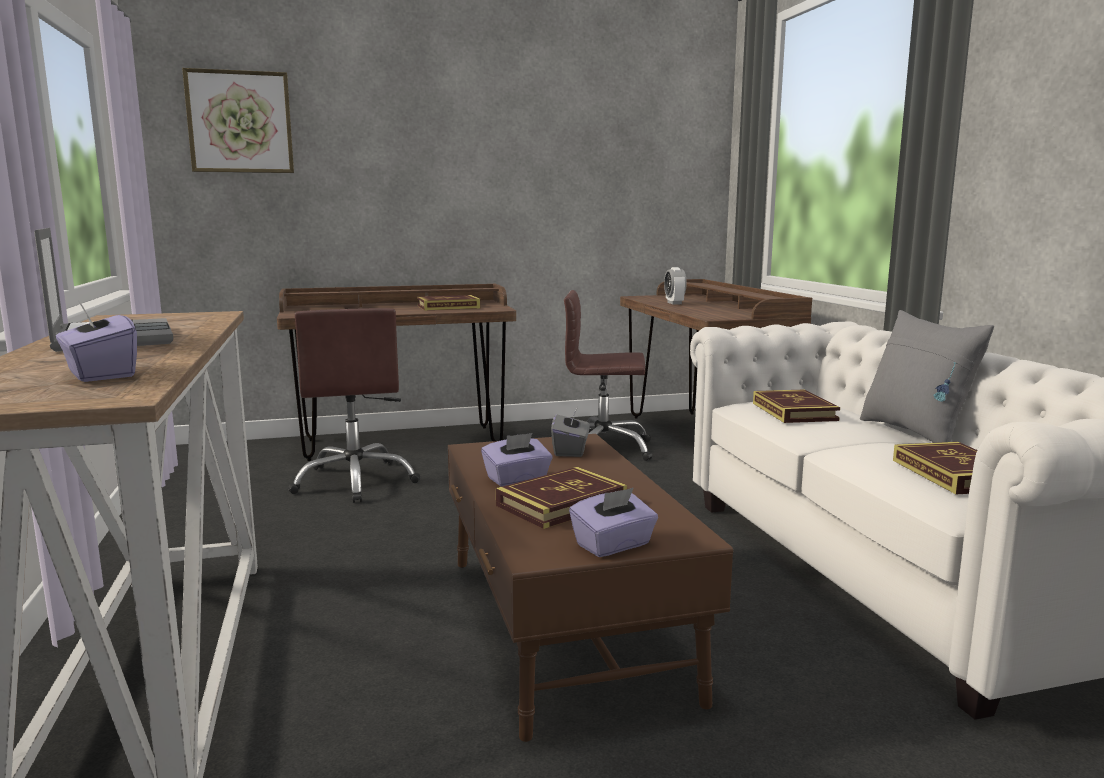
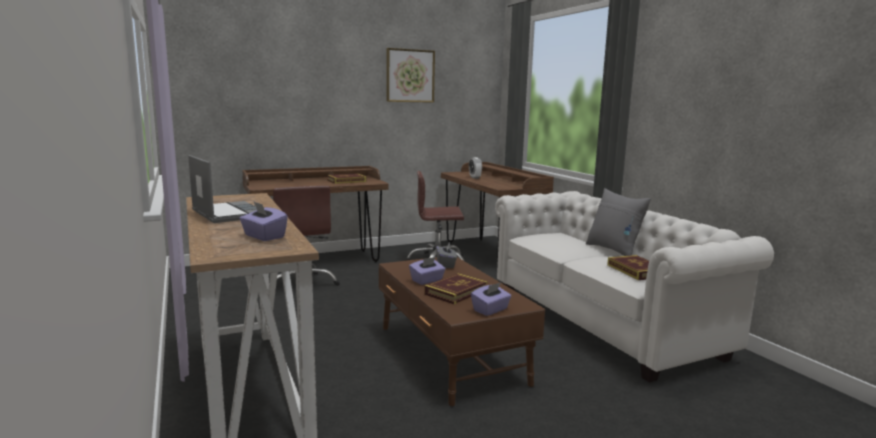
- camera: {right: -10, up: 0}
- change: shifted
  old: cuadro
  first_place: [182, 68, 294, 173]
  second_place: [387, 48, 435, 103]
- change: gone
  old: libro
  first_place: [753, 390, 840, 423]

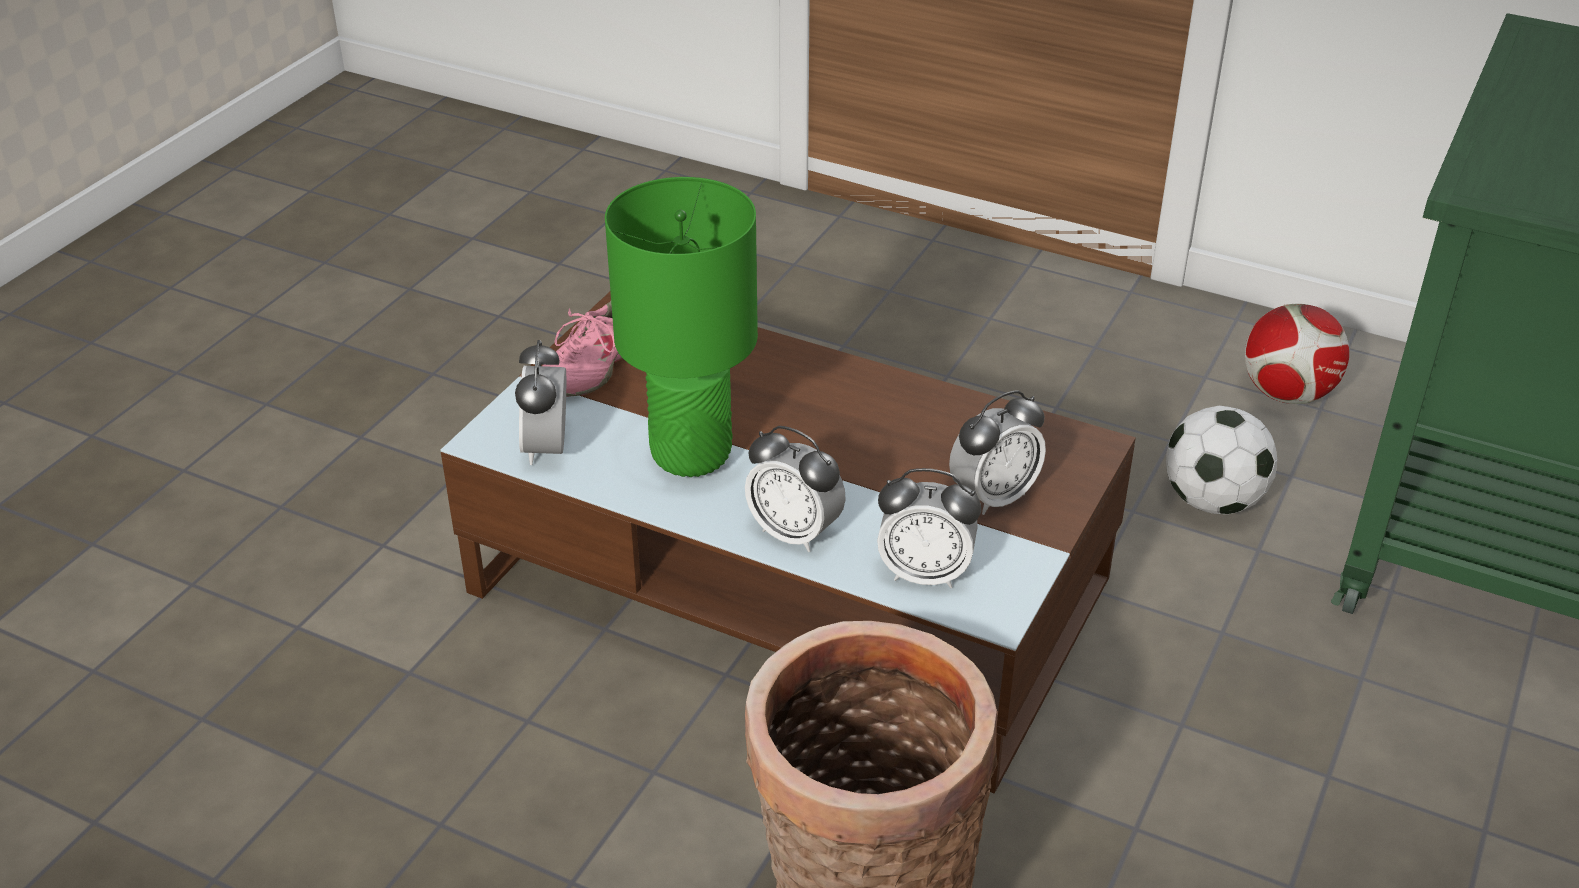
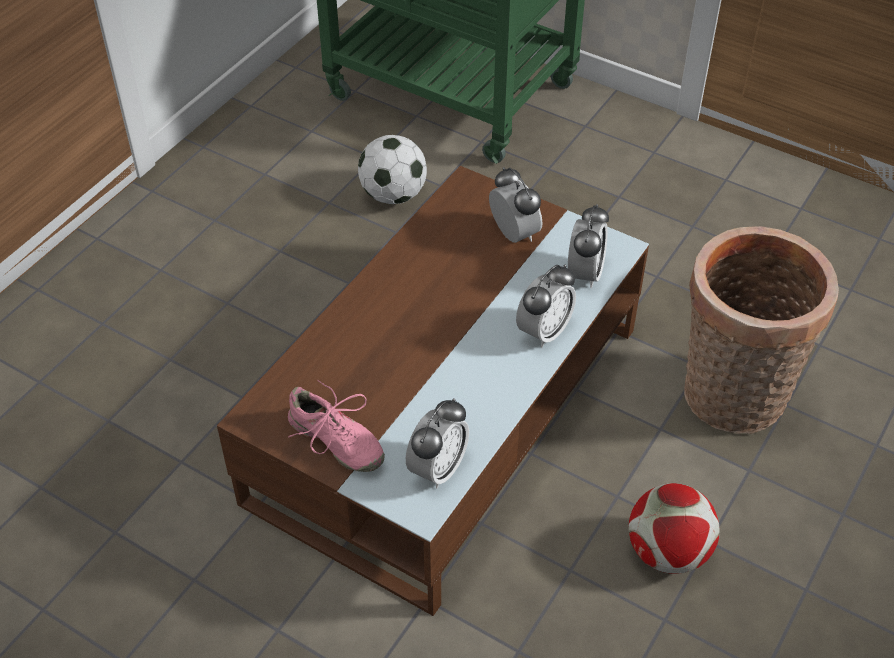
- camera: {right: -85, up: 10}
- change: rotated
  old: despertador
  first_place: [515, 340, 566, 465]
  second_place: [406, 398, 469, 488]
  degrees: -60
- change: shifted
  old: balón de fútbol
  first_place: [1245, 304, 1349, 404]
  second_place: [629, 483, 720, 574]
- change: gone
  old: lámpara de mesa [verde]
  first_place: [605, 177, 758, 477]

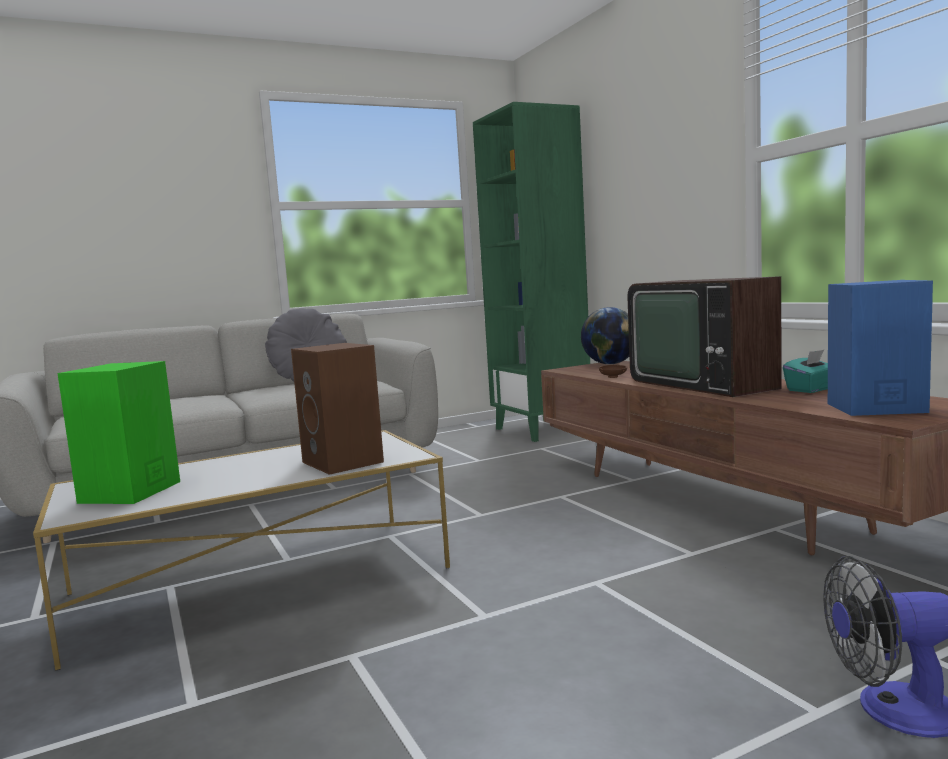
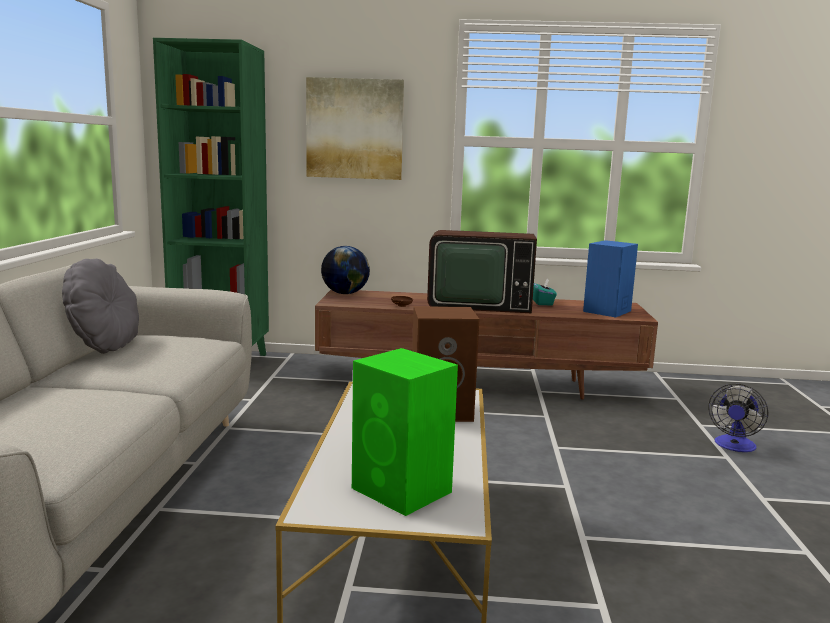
- camera: {right: -60, up: 5}
- change: new
  new: cuadro
  second_place: [306, 77, 404, 180]

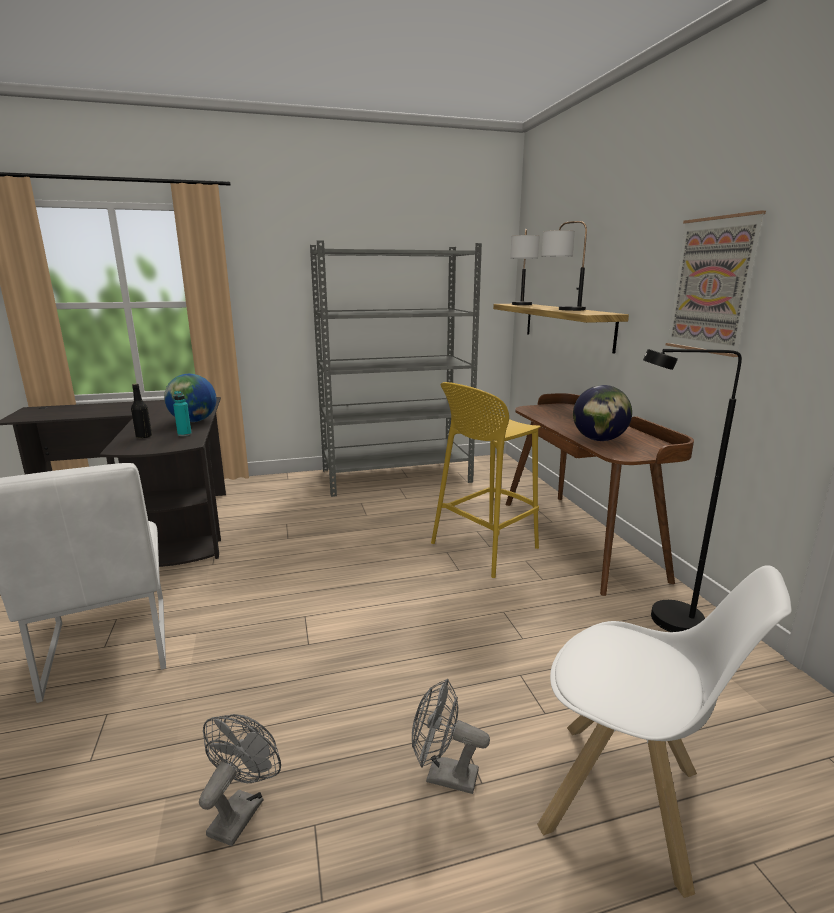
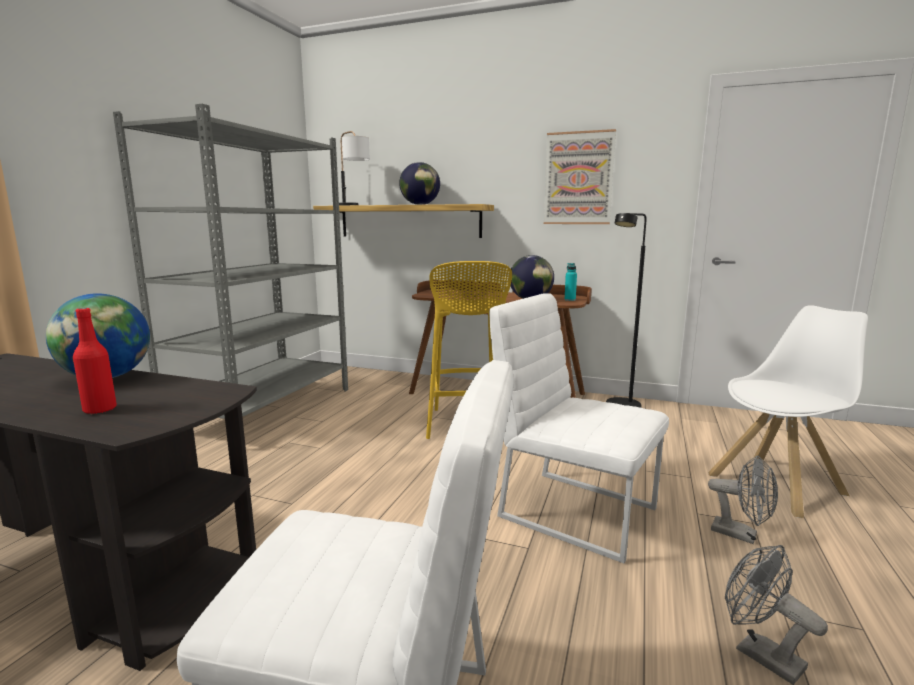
- camera: {right: -55, up: -5}
- change: repainted
  old: botella [negro]
  new: botella [rojo]
  first_place: [131, 383, 152, 438]
  second_place: [73, 308, 117, 414]
- change: swapped
  old: lámpara de mesa
  new: globo terráqueo
  first_place: [541, 221, 587, 311]
  second_place: [399, 162, 440, 205]
- change: new
  new: silla [blanco]
  second_place: [489, 293, 669, 563]
- change: shifted
  old: botella [turquesa]
  first_place: [173, 391, 192, 436]
  second_place: [564, 263, 577, 301]
- change: rotated
  old: ventilador [gris]
  first_place: [412, 679, 490, 794]
  second_place: [708, 456, 778, 544]
  degrees: -105

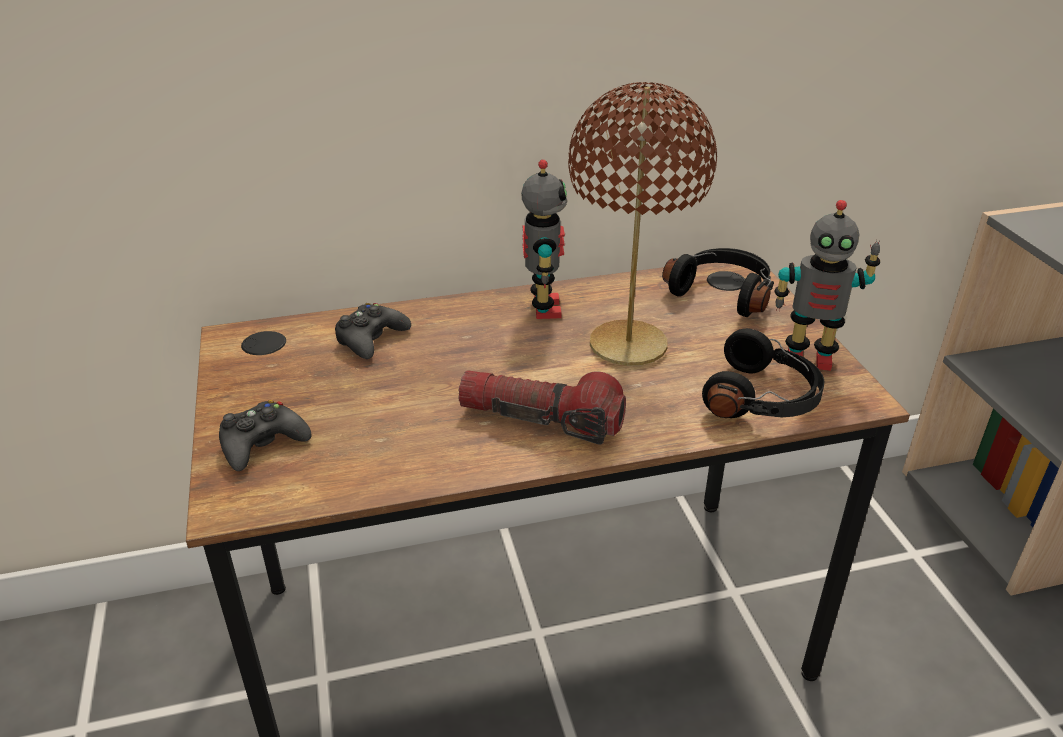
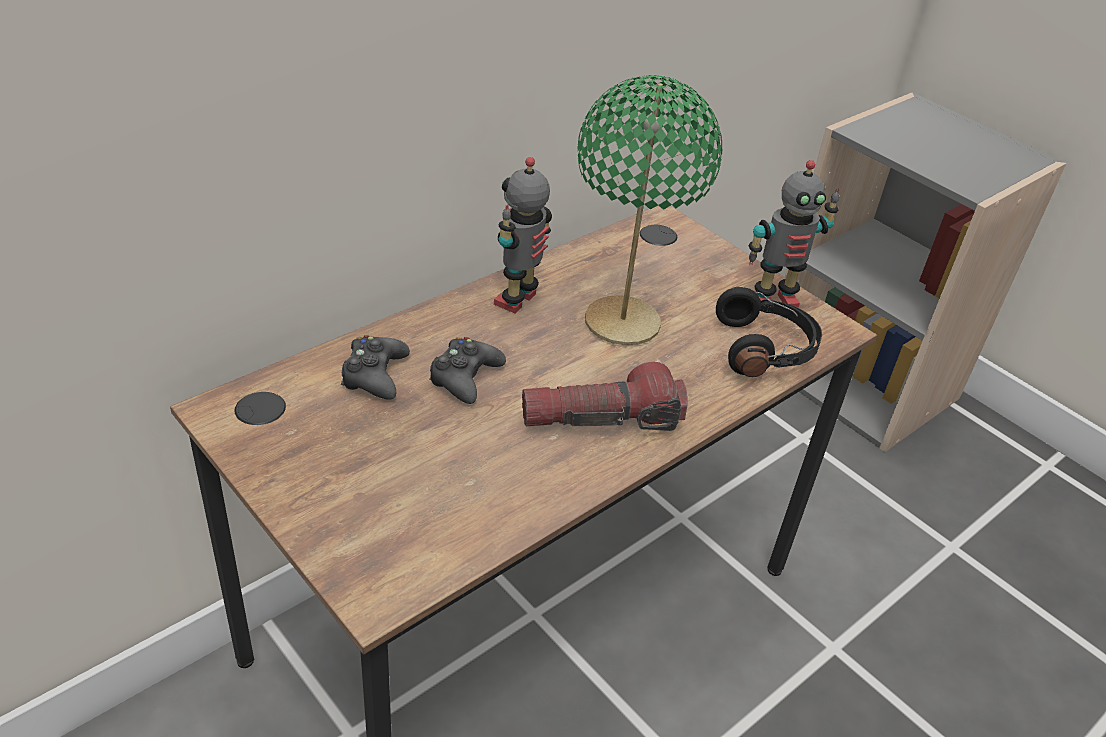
- camera: {right: -30, up: 5}
- change: shifted
  old: mando de consola [negro]
  first_place: [219, 400, 312, 471]
  second_place: [429, 337, 506, 404]
- change: rotated
  old: robot de juguete
  first_place: [521, 160, 567, 319]
  second_place: [494, 157, 552, 313]
  degrees: -120
- change: repainted
  old: lámpara de mesa [marrón]
  new: lámpara de mesa [verde]
  first_place: [568, 82, 717, 366]
  second_place: [578, 75, 722, 345]
- change: gone
  old: auriculares [negro]
  first_place: [662, 248, 774, 317]

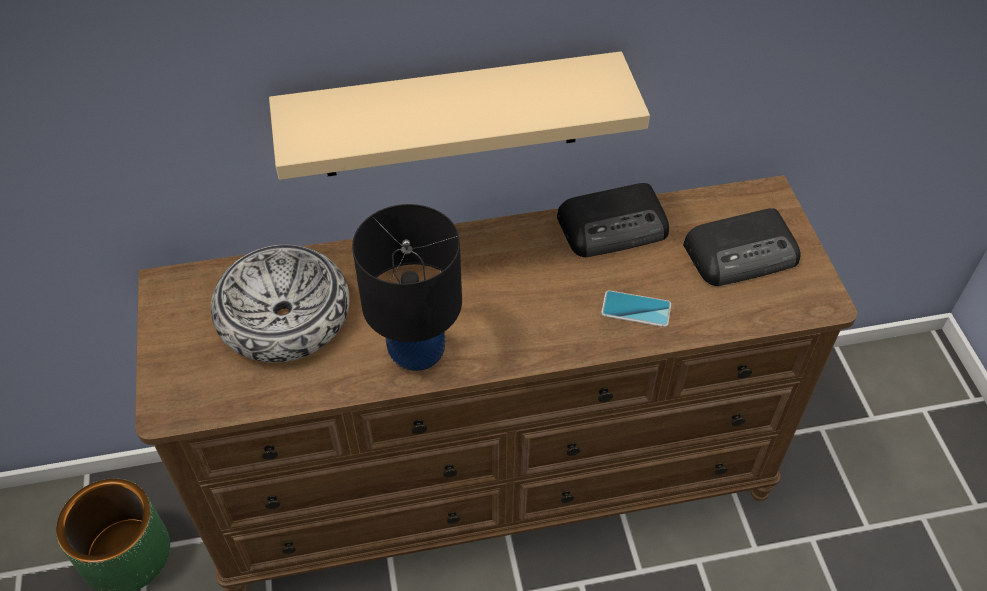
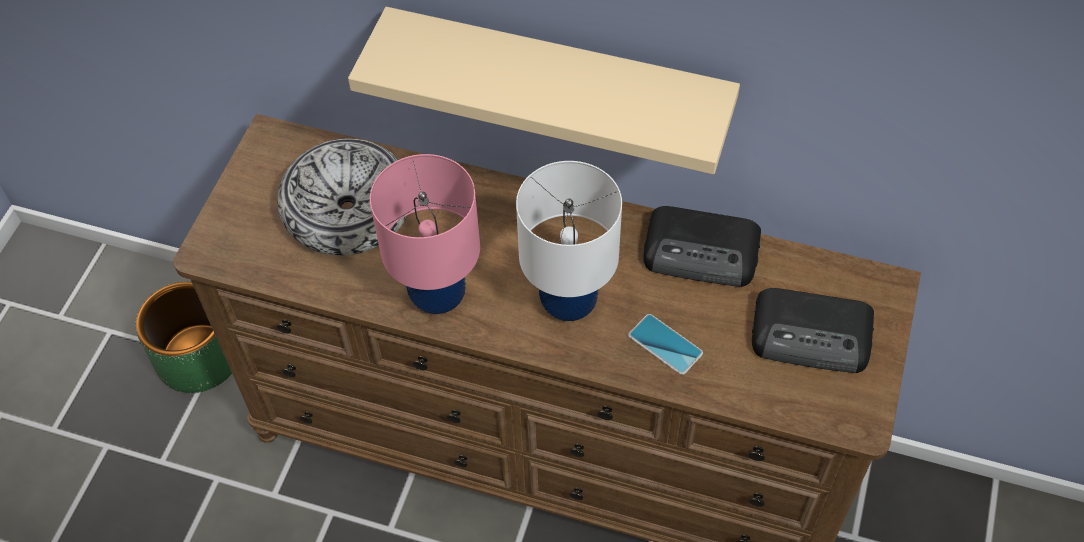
- camera: {right: 30, up: 5}
- change: repainted
  old: lámpara de mesa [negro]
  new: lámpara de mesa [rosa]
  first_place: [352, 204, 462, 371]
  second_place: [370, 154, 480, 314]
- change: new
  new: lámpara de mesa [blanco]
  second_place: [516, 161, 622, 321]

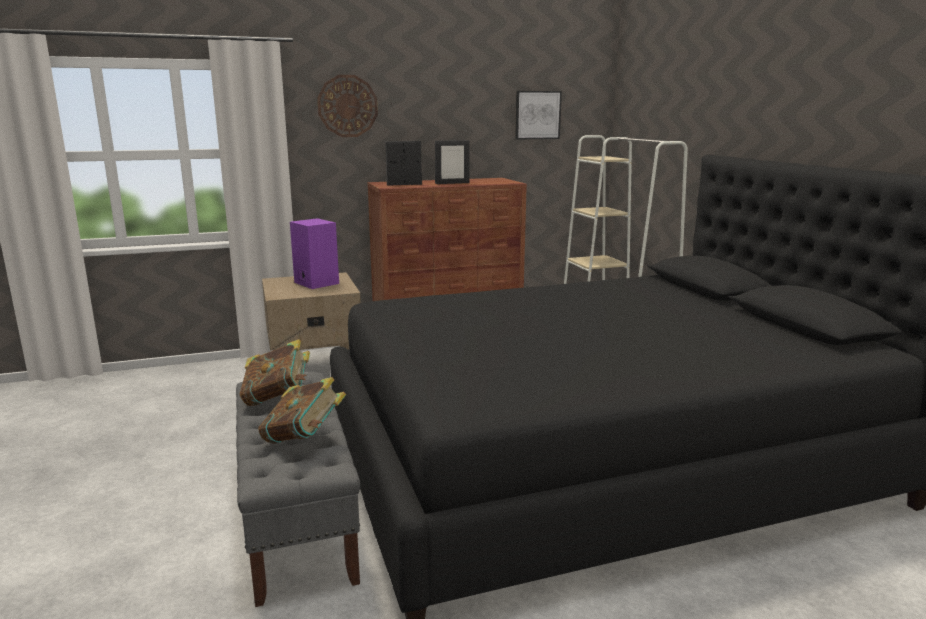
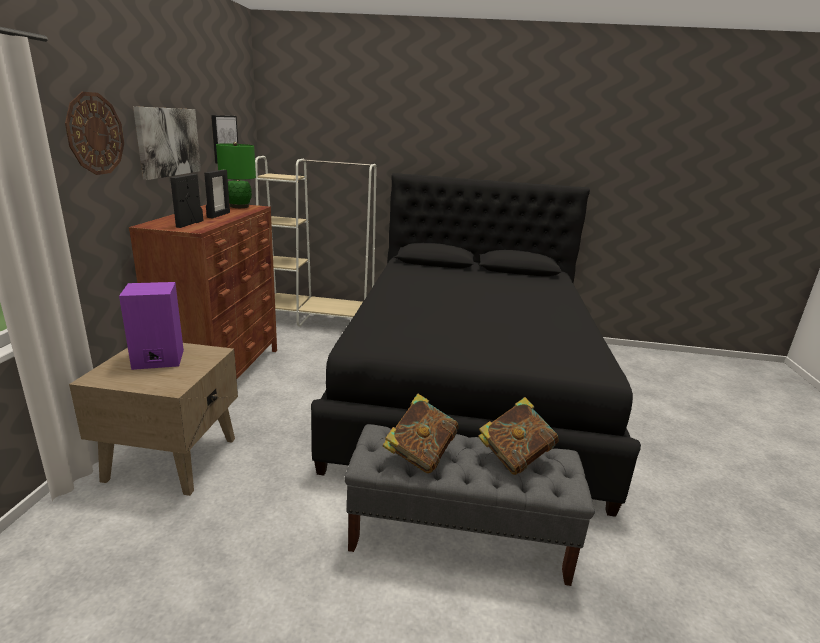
- camera: {right: -65, up: 5}
- change: new
  new: cuadro
  second_place: [133, 106, 201, 180]
- change: new
  new: lámpara de mesa [verde]
  second_place: [216, 142, 256, 208]

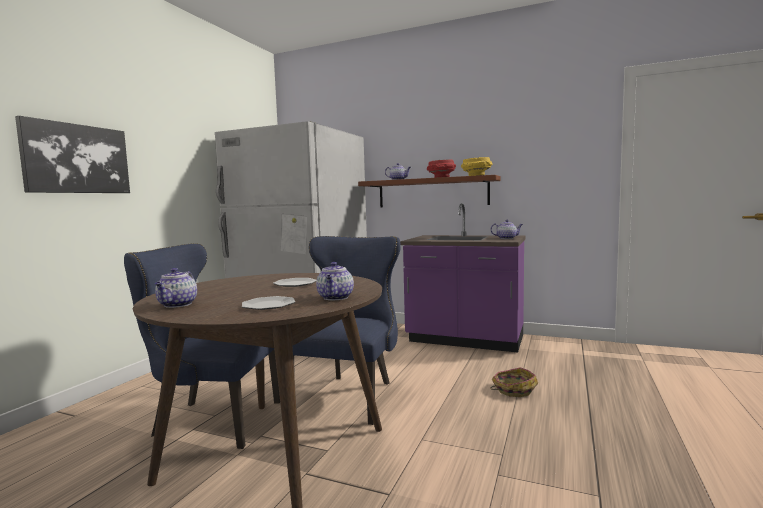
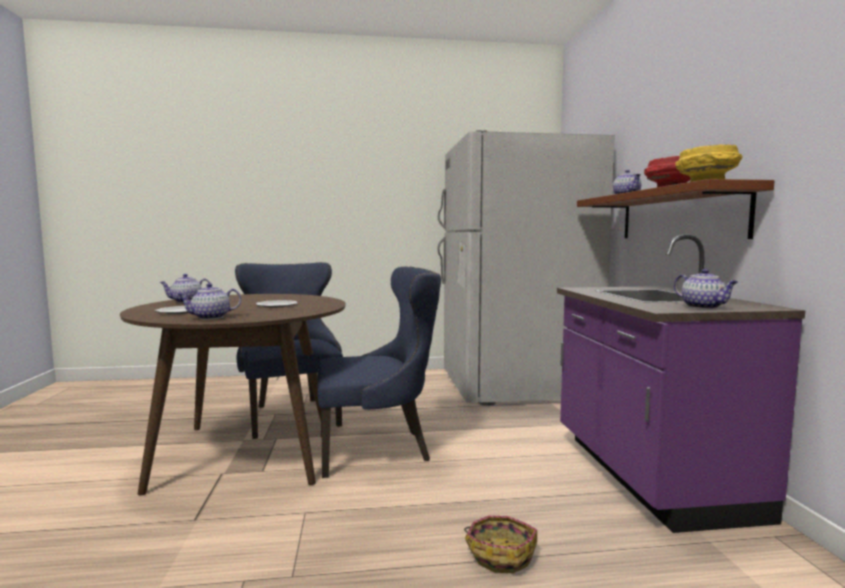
- camera: {right: 60, up: 0}
- change: gone
  old: cuadro
  first_place: [15, 116, 130, 193]

